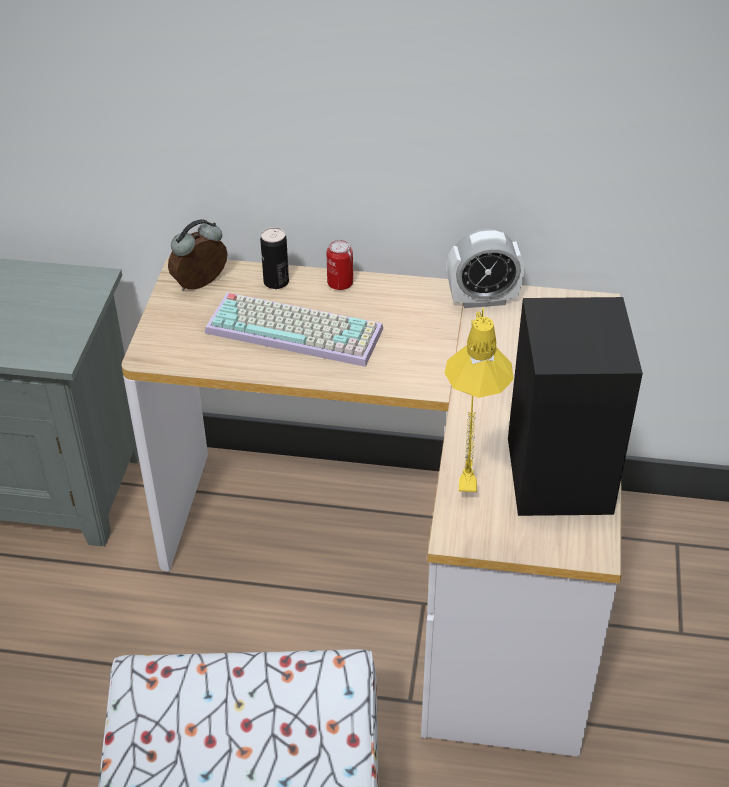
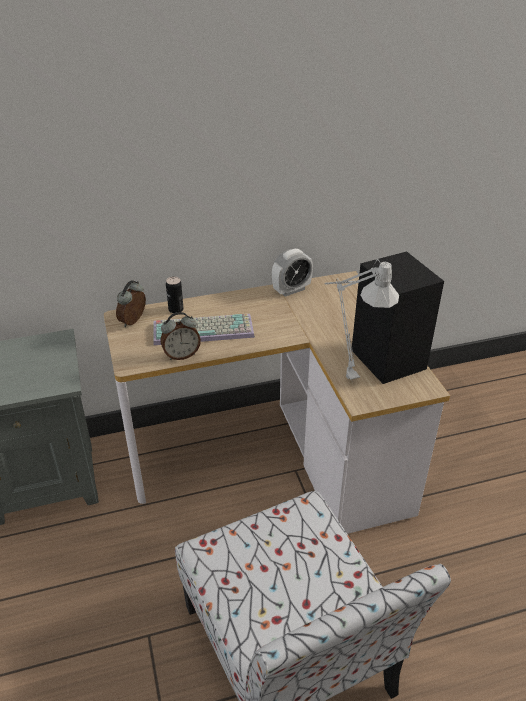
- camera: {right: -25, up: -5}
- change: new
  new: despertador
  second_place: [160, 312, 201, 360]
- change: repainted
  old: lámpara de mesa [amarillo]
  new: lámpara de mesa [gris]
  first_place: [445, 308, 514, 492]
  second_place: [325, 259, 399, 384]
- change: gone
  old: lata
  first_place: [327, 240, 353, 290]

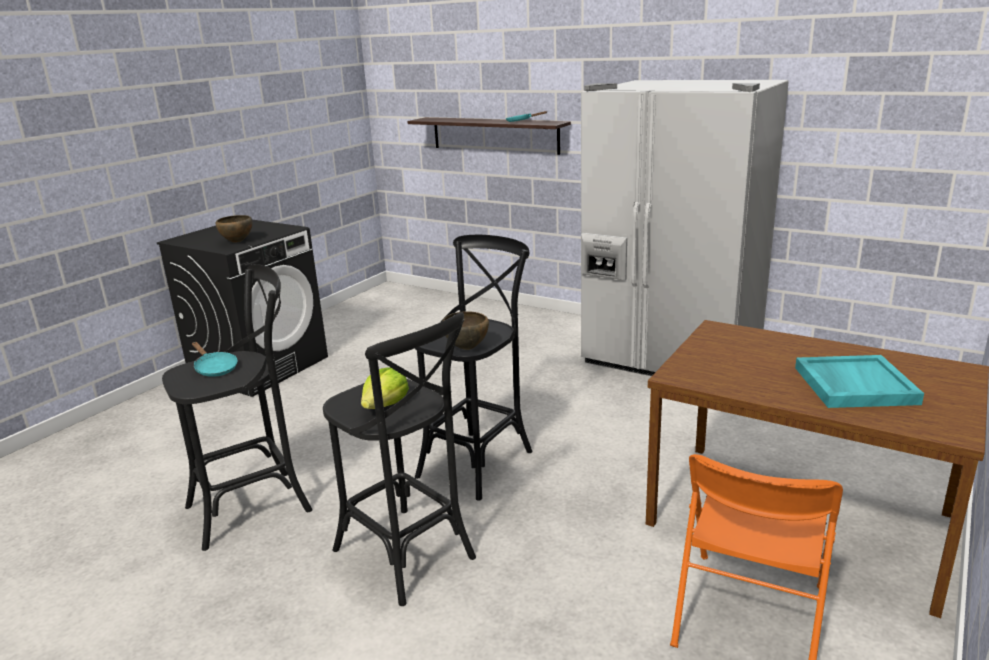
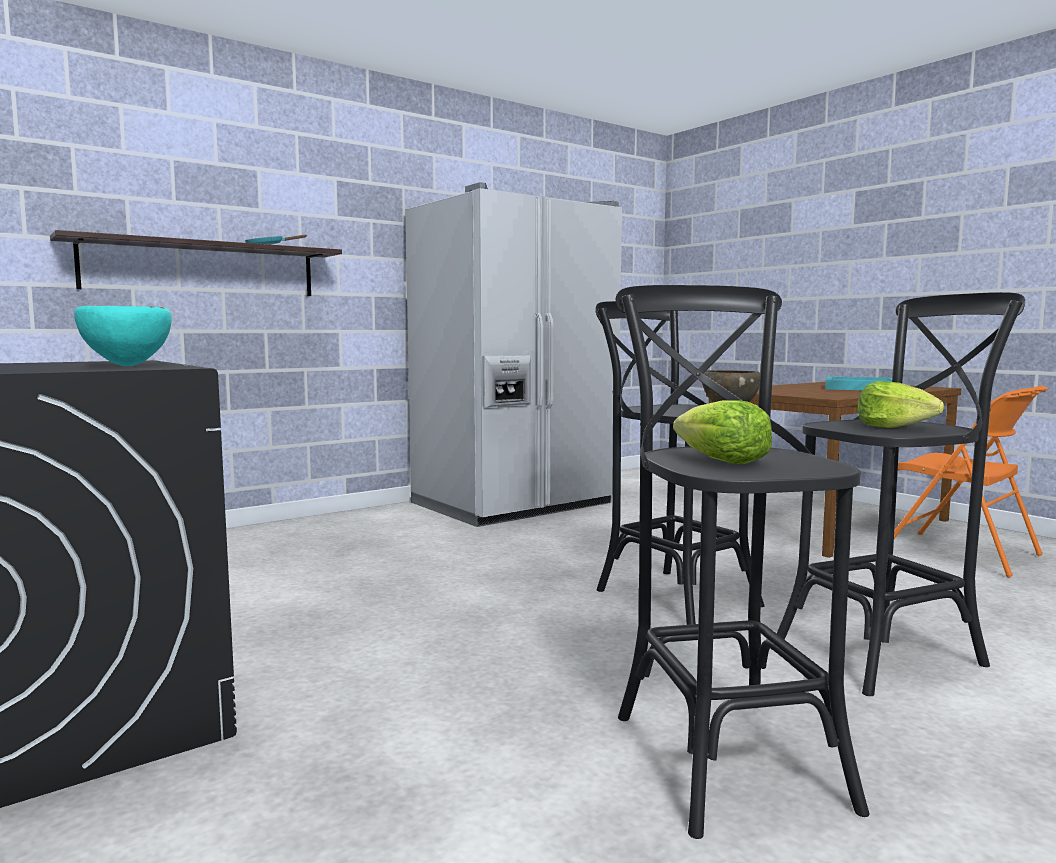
- camera: {right: -70, up: -15}
- change: repainted
  old: cuenco [marrón]
  new: cuenco [turquesa]
  first_place: [216, 215, 252, 243]
  second_place: [74, 306, 172, 366]
- change: swapped
  old: sartén [turquesa]
  new: lechuga
  first_place: [192, 342, 237, 377]
  second_place: [673, 400, 772, 464]

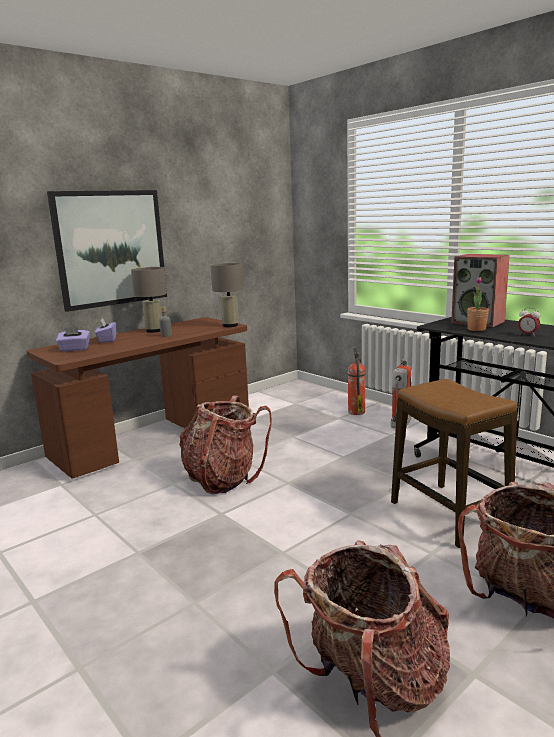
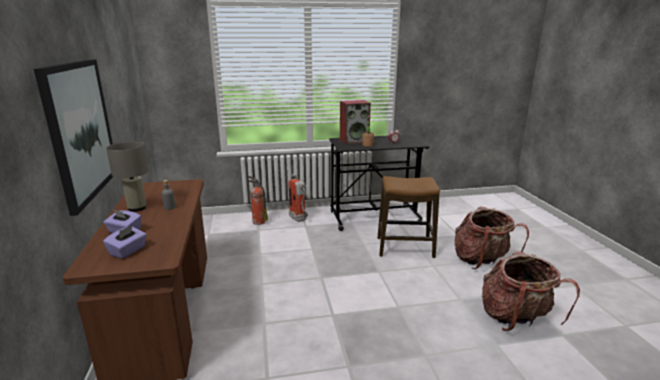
- camera: {right: -60, up: 5}
- change: gone
  old: mochila
  first_place: [179, 395, 272, 495]
- change: gone
  old: lámpara de mesa [gris]
  first_place: [211, 263, 244, 327]

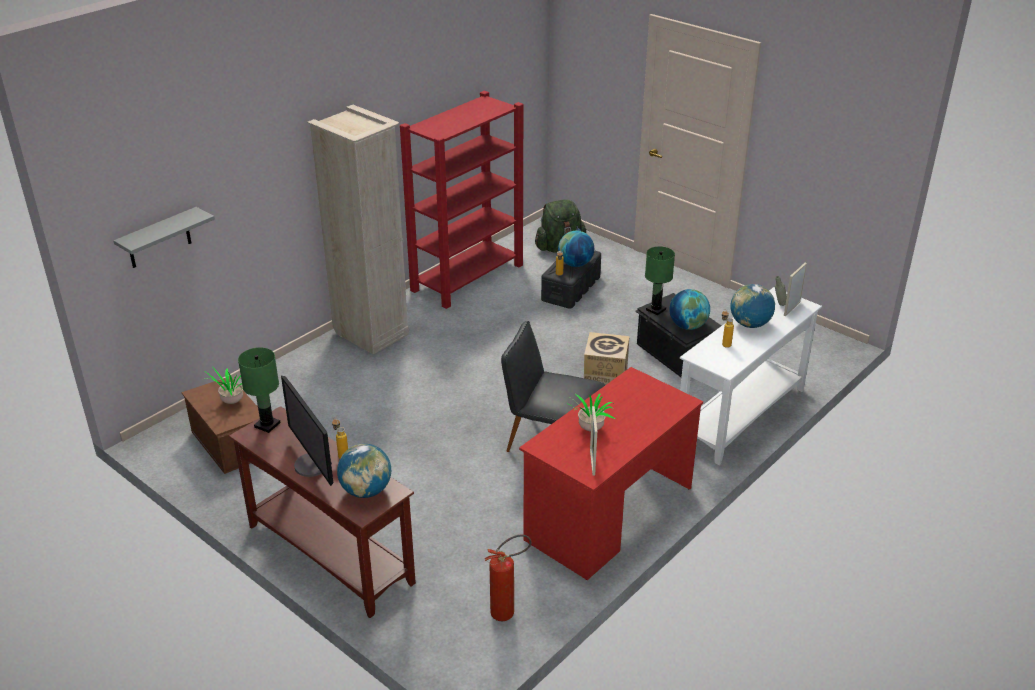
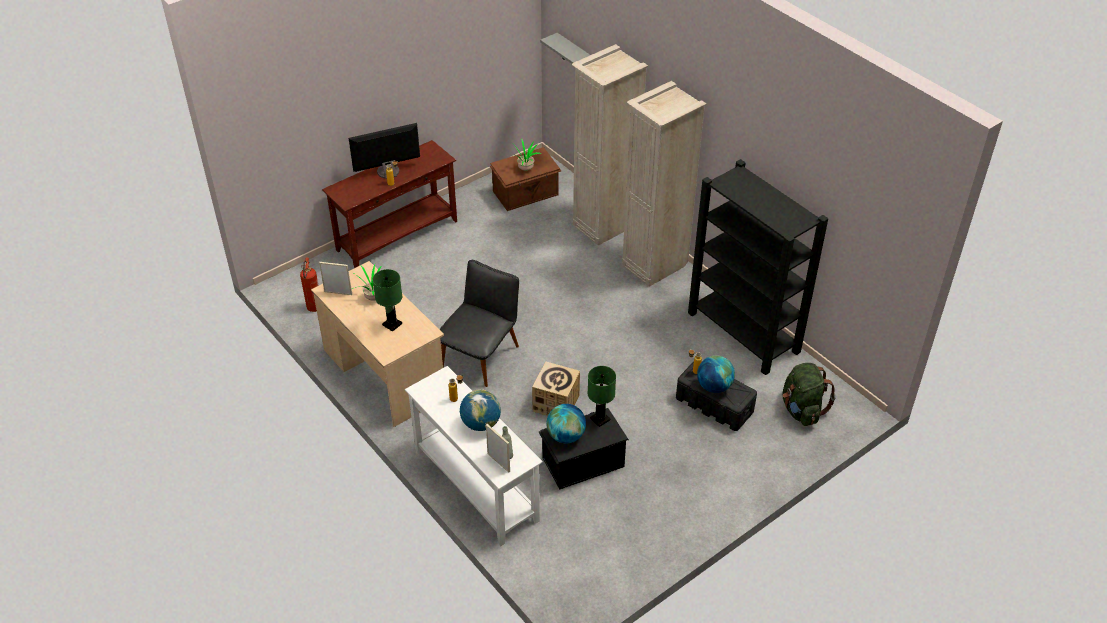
- camera: {right: 100, up: 10}
- change: repainted
  old: escritorio [rojo]
  new: escritorio [beis]
  first_place: [519, 367, 703, 580]
  second_place: [311, 261, 444, 427]
- change: shifted
  old: lámpara de mesa [verde]
  first_place: [238, 347, 280, 433]
  second_place: [373, 269, 402, 332]
- change: new
  new: armario [beis]
  second_place: [572, 44, 648, 245]
- change: repainted
  old: estantería [rojo]
  new: estantería [negro]
  first_place: [400, 91, 523, 309]
  second_place: [688, 159, 828, 375]
- change: gone
  old: globo terráqueo
  first_place: [337, 444, 391, 498]

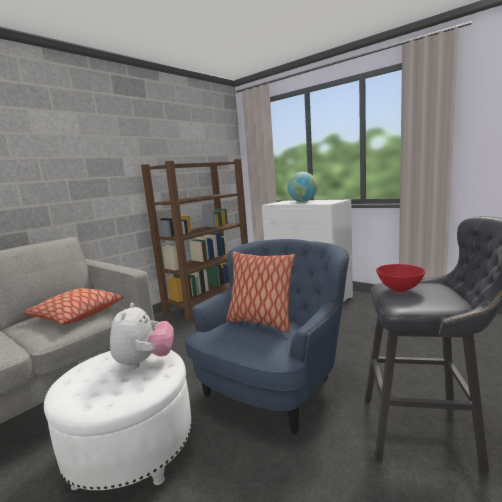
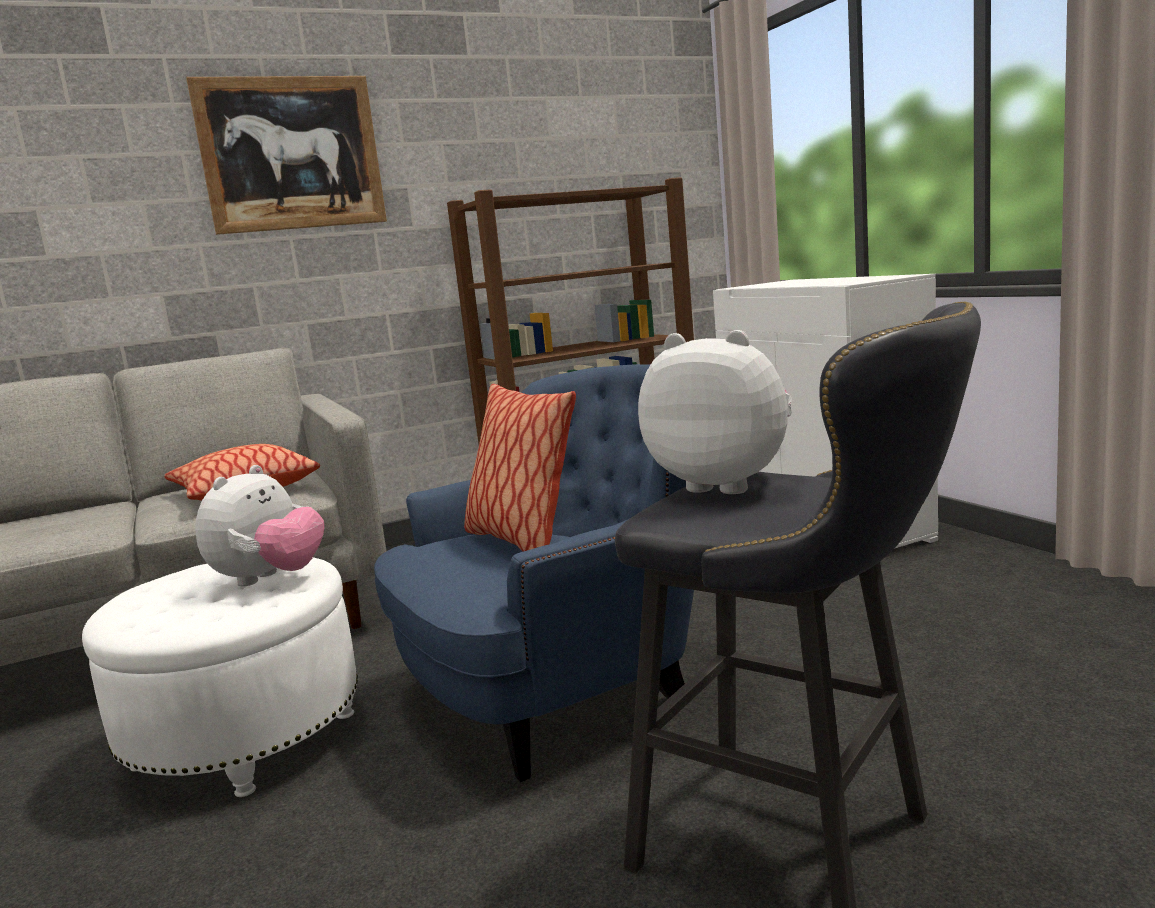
- camera: {right: 25, up: 0}
- change: new
  new: cuadro
  second_place: [186, 76, 387, 235]
- change: swapped
  old: cuenco [rojo]
  new: peluche
  first_place: [376, 264, 426, 292]
  second_place: [638, 330, 792, 494]
- change: gone
  old: globo terráqueo
  first_place: [287, 172, 318, 202]

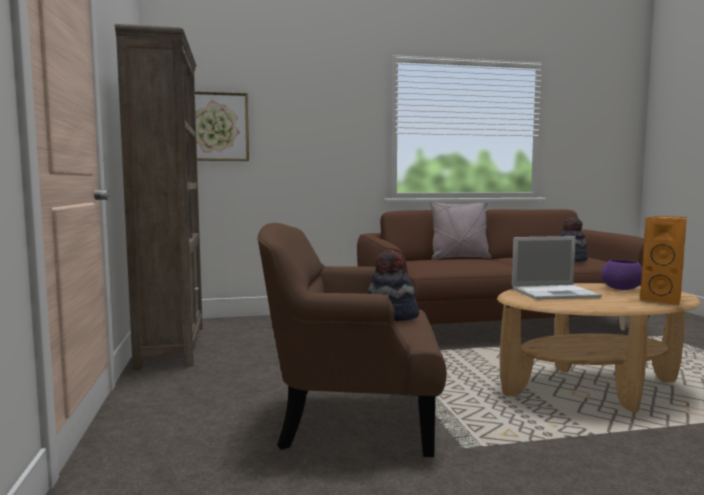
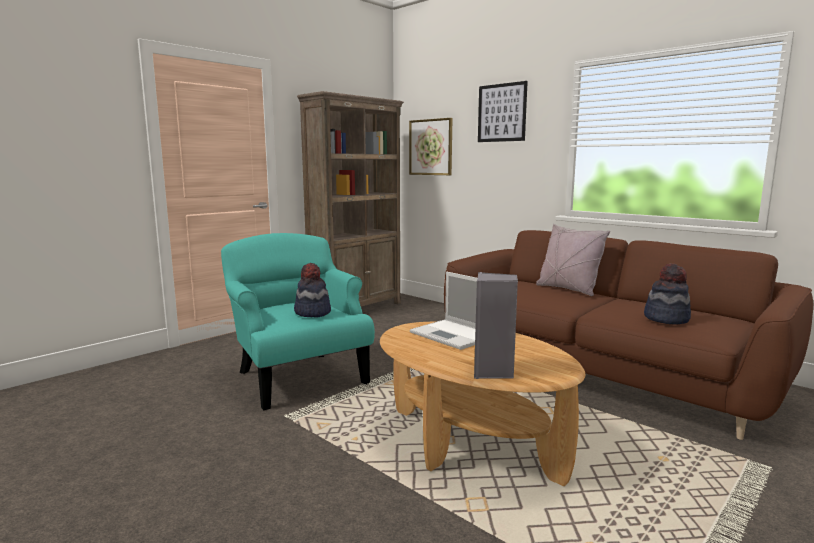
- camera: {right: 55, up: 5}
- change: repainted
  old: sillón [marrón]
  new: sillón [turquesa]
  first_place: [257, 223, 447, 457]
  second_place: [221, 233, 375, 410]
- change: repainted
  old: altavoz [naranja]
  new: altavoz [gris]
  first_place: [640, 216, 687, 305]
  second_place: [474, 272, 518, 379]
- change: new
  new: cuadro
  second_place: [478, 81, 528, 142]
- change: gone
  old: cuenco [morado]
  first_place: [601, 260, 642, 290]

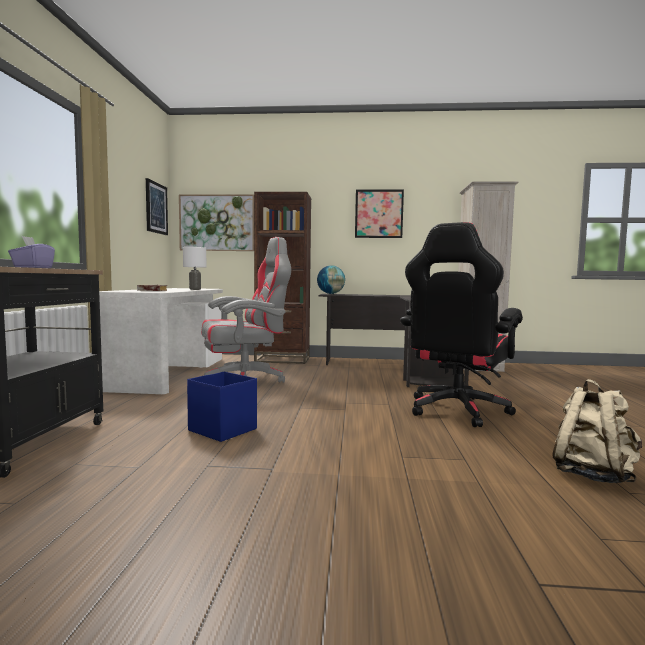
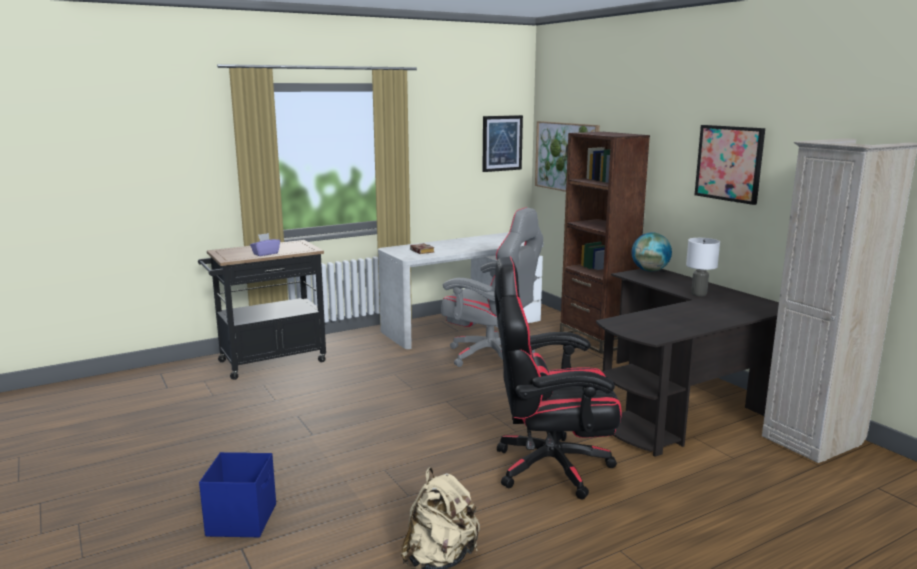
- camera: {right: 55, up: 10}
- change: shifted
  old: caja de almacenaje [azul]
  first_place: [187, 371, 257, 442]
  second_place: [199, 452, 276, 537]
- change: shifted
  old: lámpara de mesa [blanco]
  first_place: [183, 247, 206, 290]
  second_place: [686, 238, 720, 297]

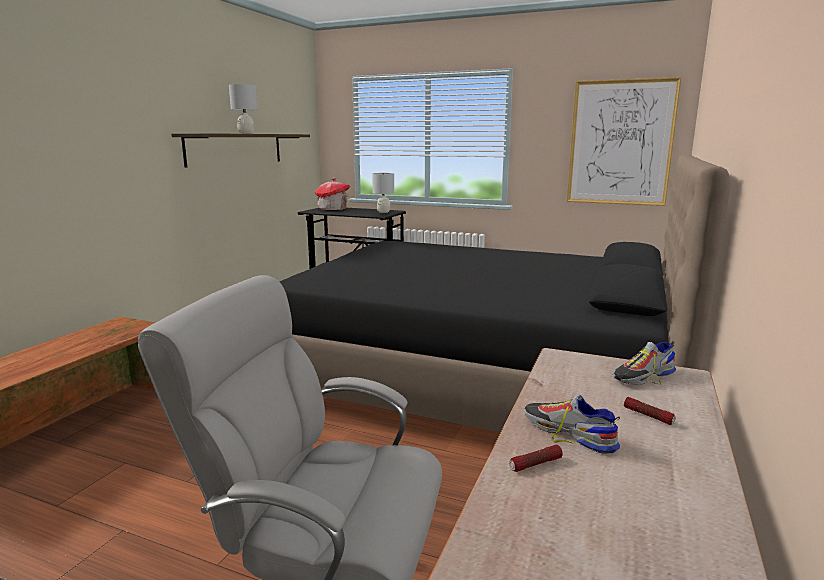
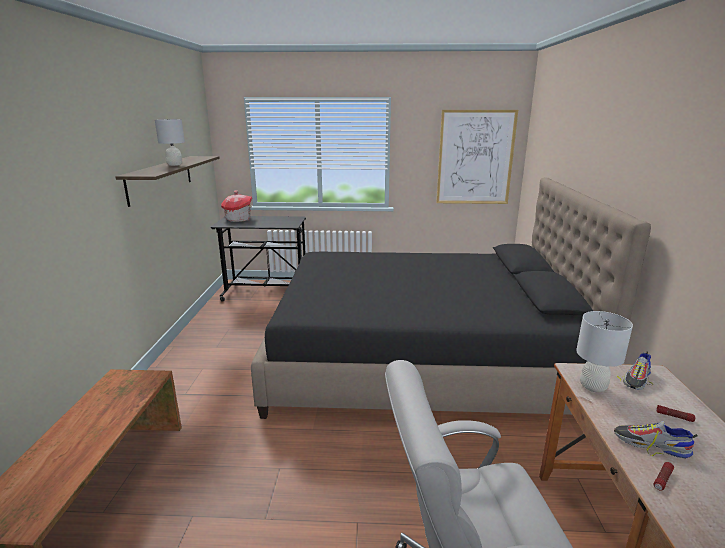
- camera: {right: -20, up: 5}
- change: shifted
  old: lámpara de mesa [gris]
  first_place: [372, 173, 394, 213]
  second_place: [576, 311, 633, 392]

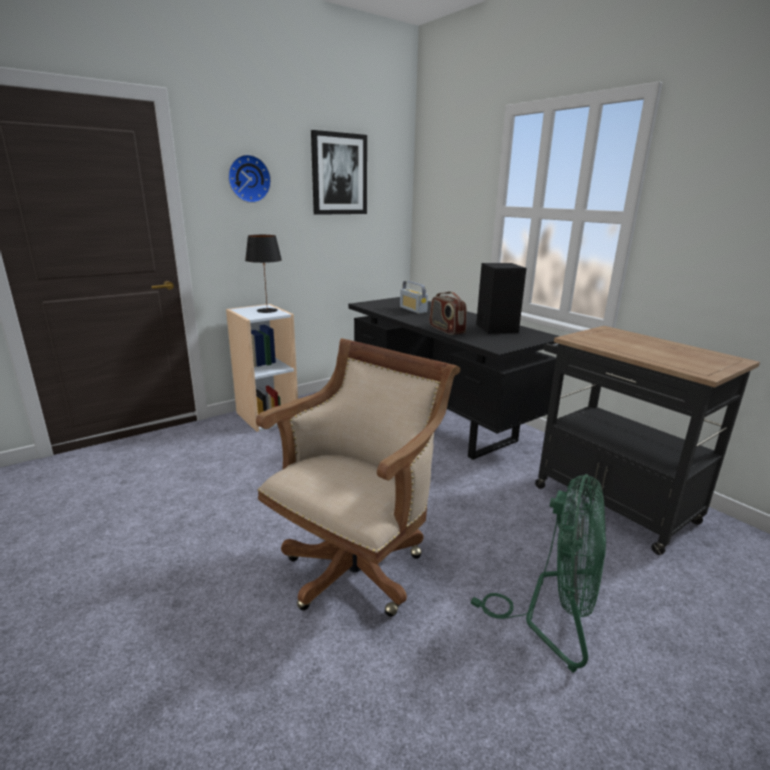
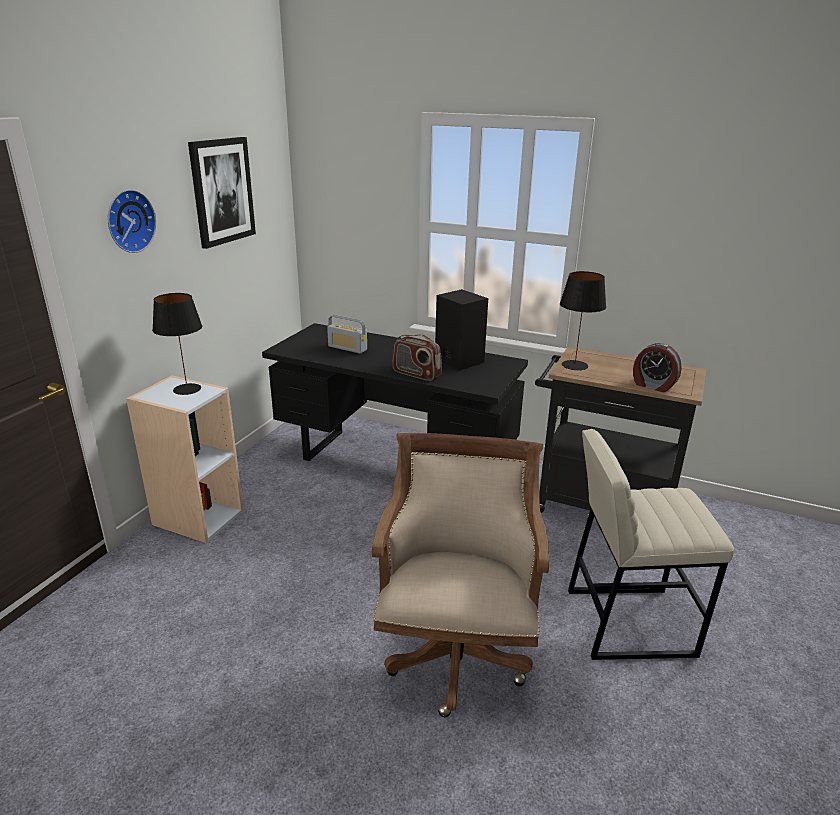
- camera: {right: -30, up: 5}
- change: new
  new: lámpara de mesa [negro]
  second_place: [560, 271, 606, 370]
- change: swapped
  old: ventilador [verde]
  new: silla [beis]
  first_place: [469, 474, 606, 673]
  second_place: [568, 429, 734, 660]
- change: new
  new: despertador
  second_place: [633, 343, 682, 392]

